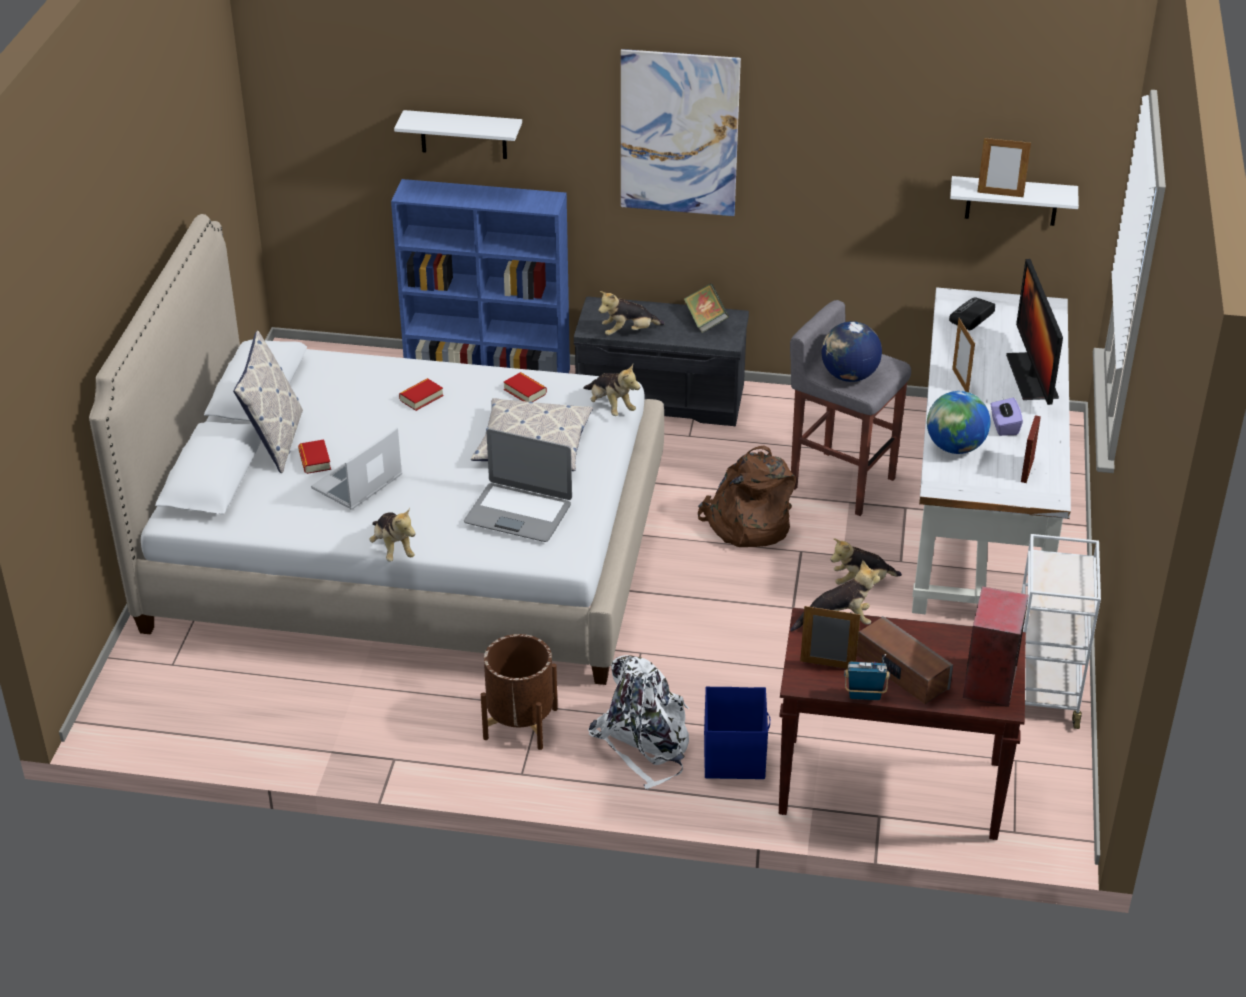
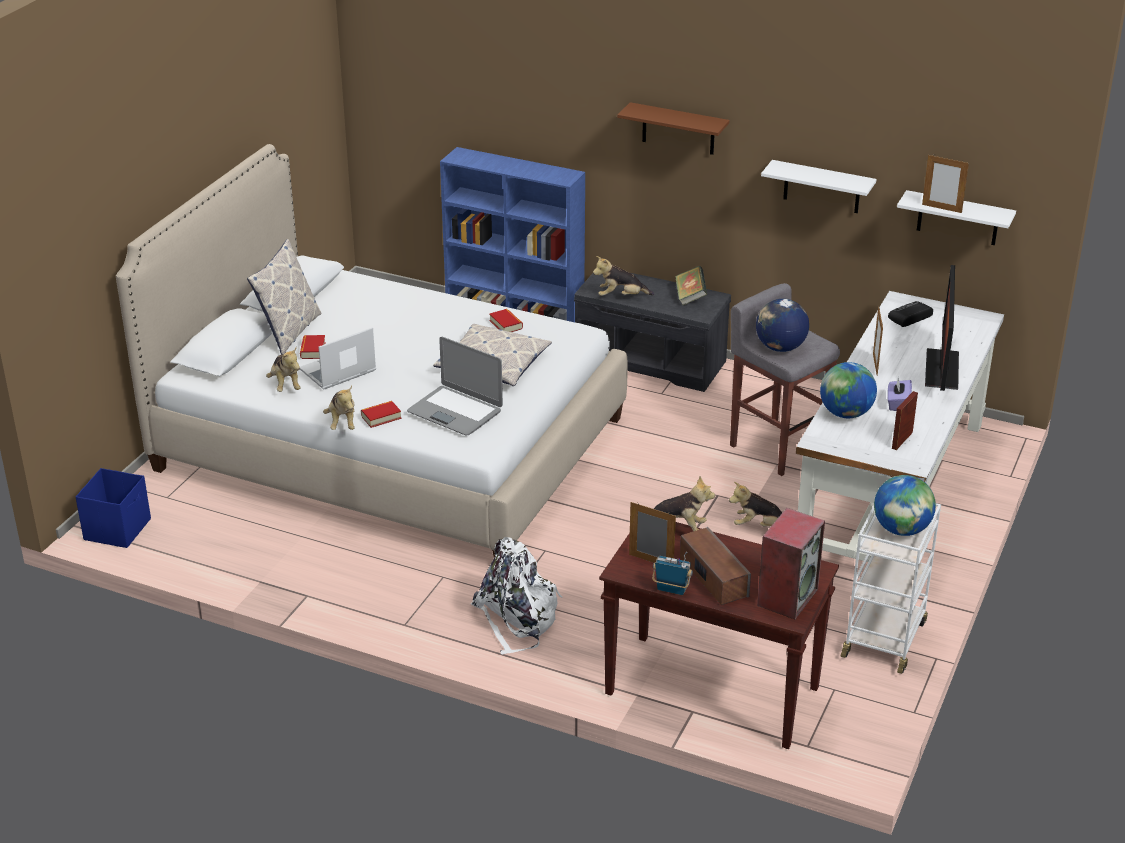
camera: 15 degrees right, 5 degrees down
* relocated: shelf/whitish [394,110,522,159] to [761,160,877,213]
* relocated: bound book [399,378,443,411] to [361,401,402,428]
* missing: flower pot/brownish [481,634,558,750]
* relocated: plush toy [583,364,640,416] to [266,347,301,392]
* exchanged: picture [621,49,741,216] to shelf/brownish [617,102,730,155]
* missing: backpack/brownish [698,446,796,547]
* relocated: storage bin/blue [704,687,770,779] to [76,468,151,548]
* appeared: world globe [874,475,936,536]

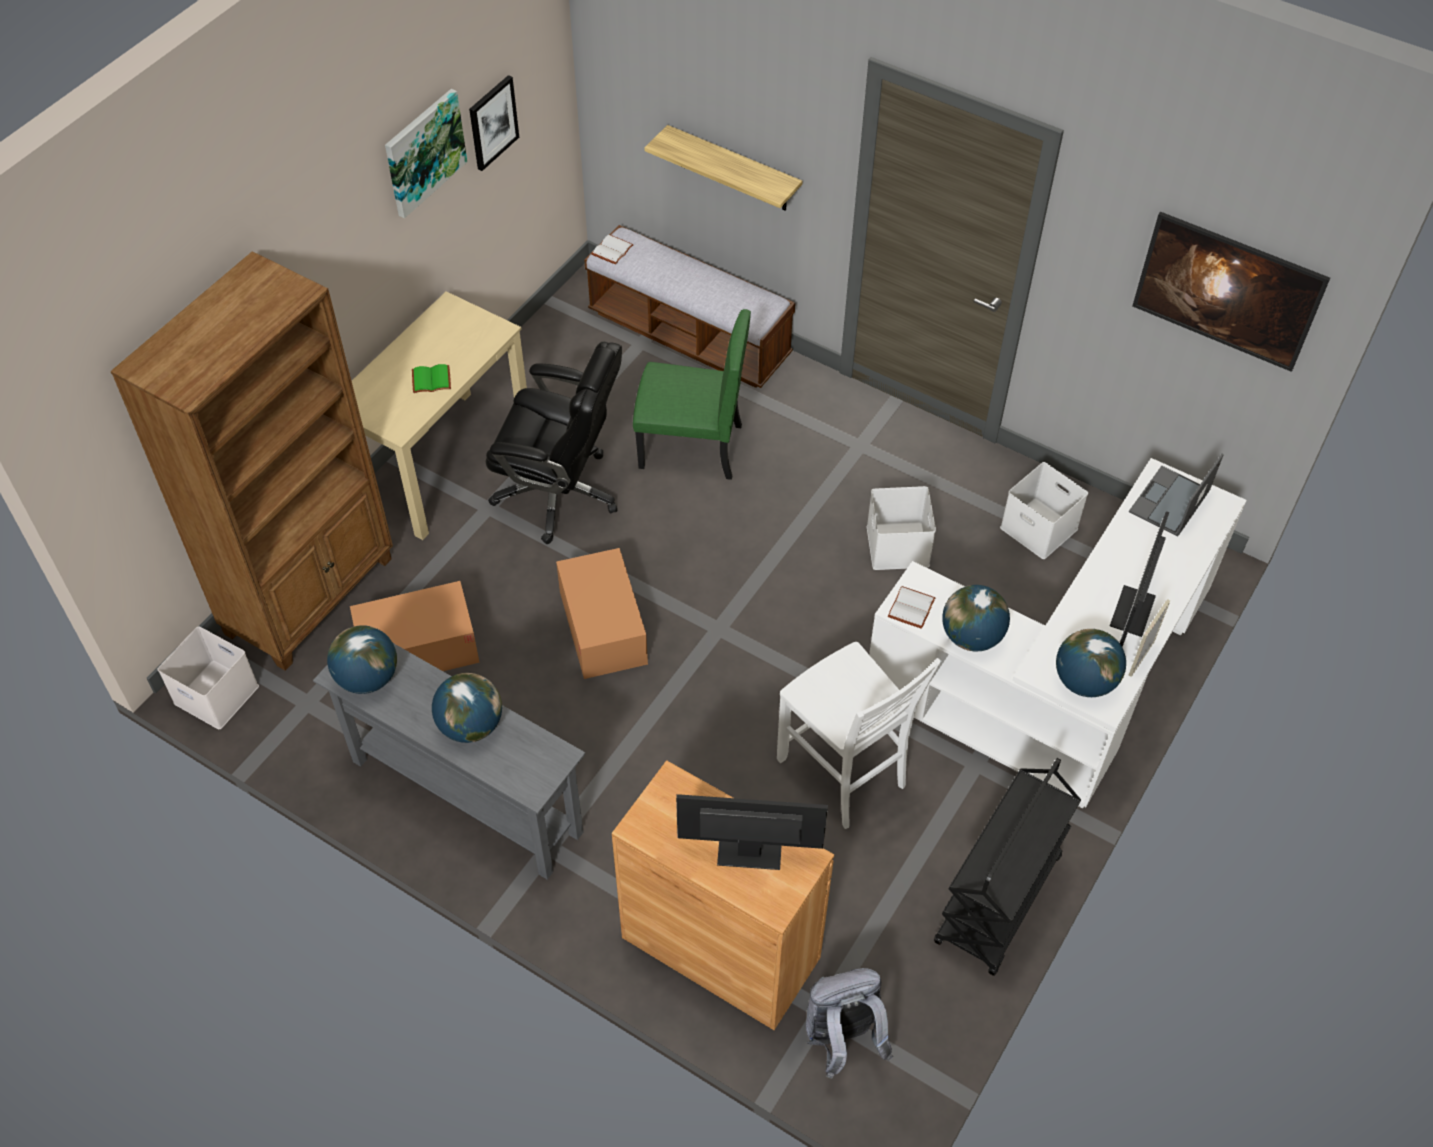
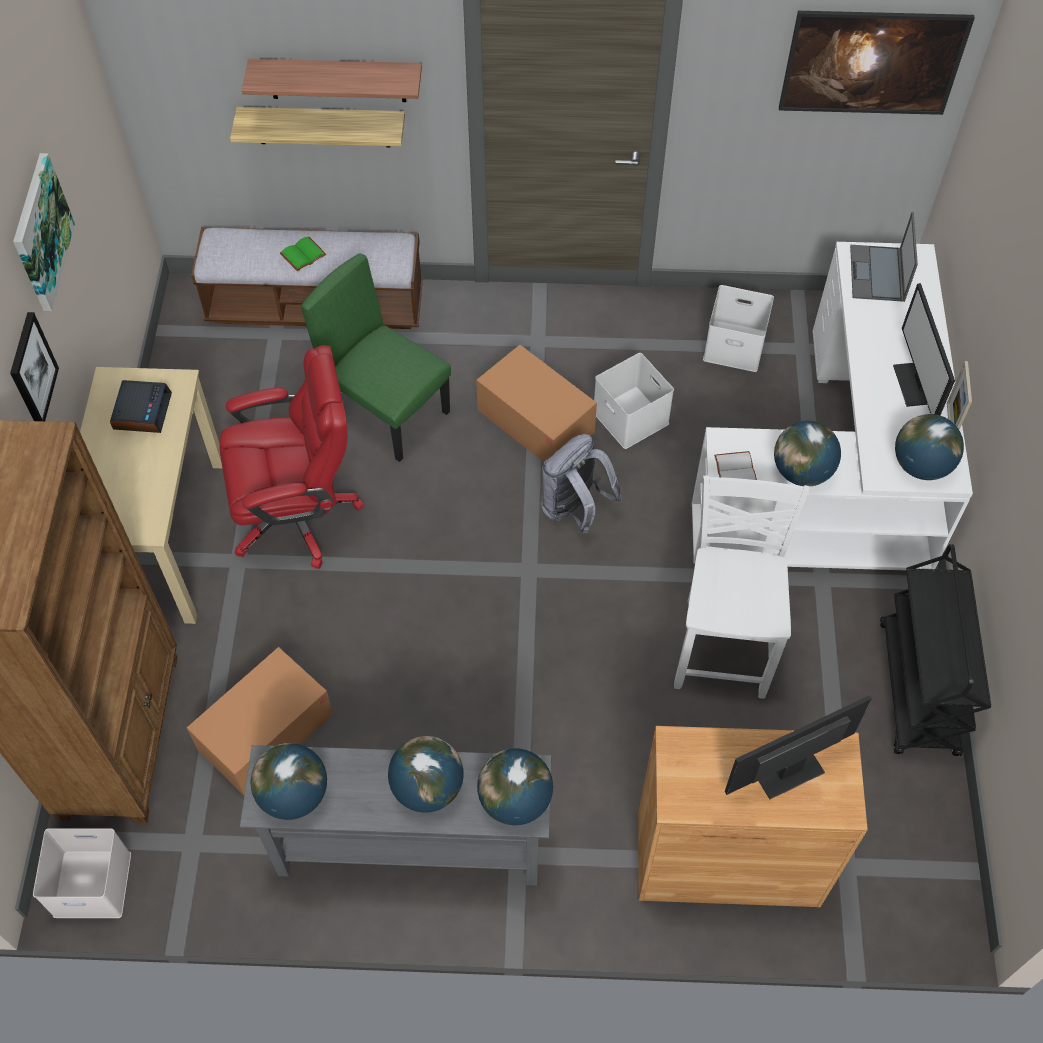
camera: 30 degrees left, 5 degrees up
* relocated: bound book/greenish [412,364,451,393] to [280,236,327,272]
* relocated: picture [469,75,519,171] to [10,312,59,421]
* colour: desk chair/black [486,342,622,544] to desk chair/reddish [220,345,364,569]
* relocated: carton [556,548,648,679] to [476,345,597,462]
* missing: bound book/whitish [591,235,634,265]
* spun: upright chair/greenish [633,309,751,480] = [301,253,451,462] 120 degrees counterclockwise
* spun: upright chair/whitish [777,642,942,829] = [674,475,810,699] 105 degrees counterclockwise
* relocated: backpack/greyish [806,968,893,1078] to [541,434,622,533]
* appeared: bedside clock [110,380,172,433]
* appeared: shelf [242,59,422,102]
* appeared: world globe [477,748,553,826]

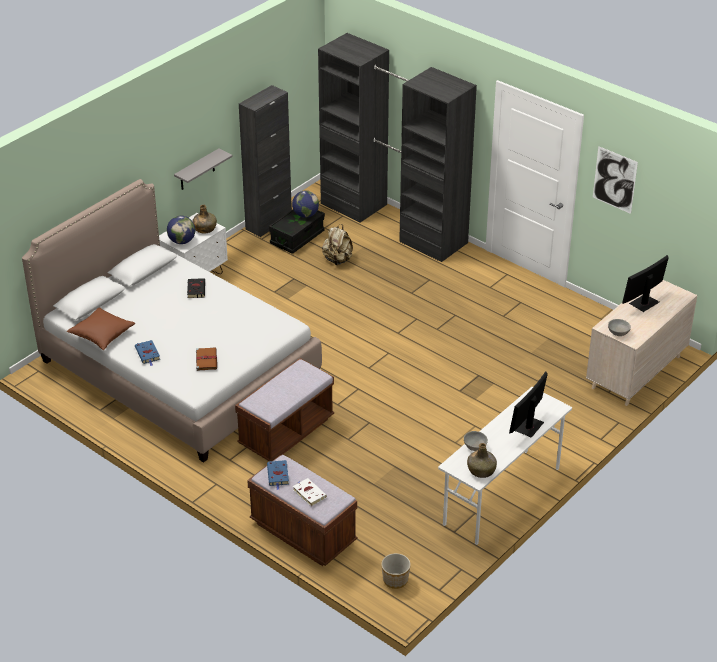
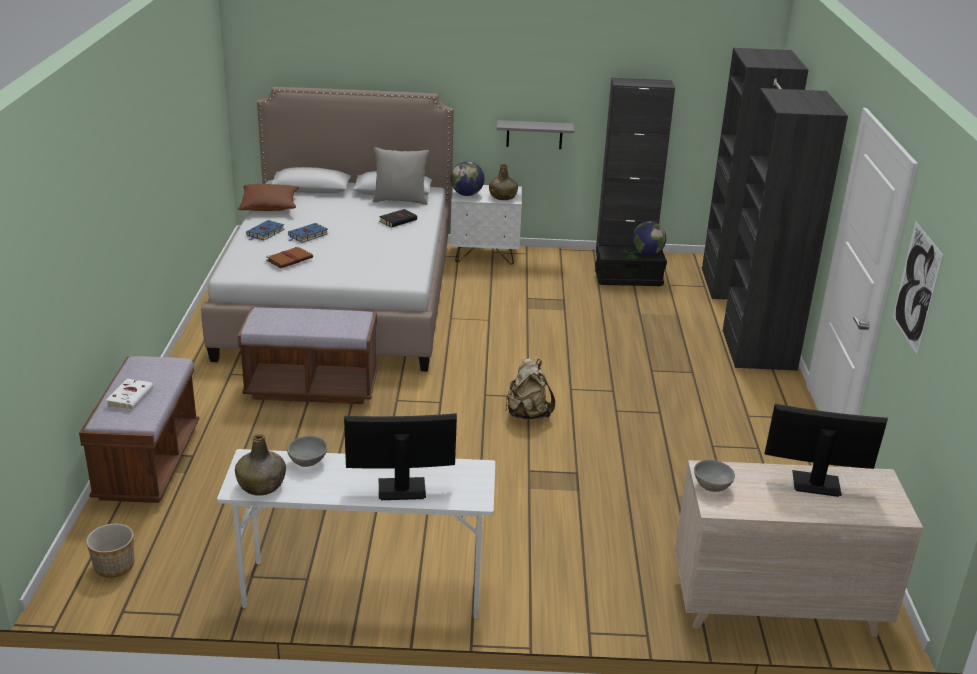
camera: 50 degrees right, 10 degrees down
* relocated: bound book/blue [267,460,289,490] to [288,223,328,243]
* relocated: backpack/sand-coloured [322,224,353,265] to [505,358,555,419]
* appeared: pillow/greyish [373,147,429,205]

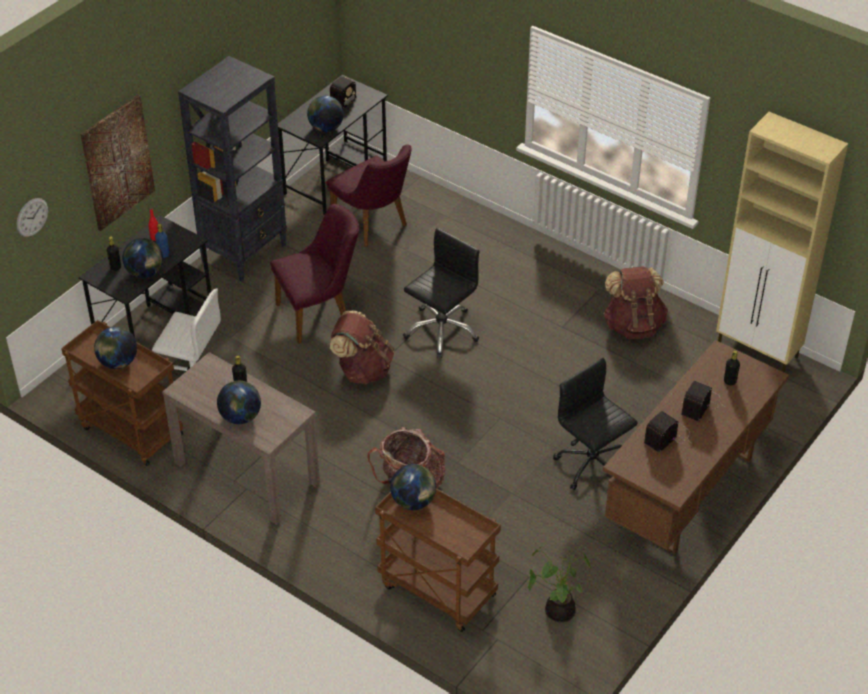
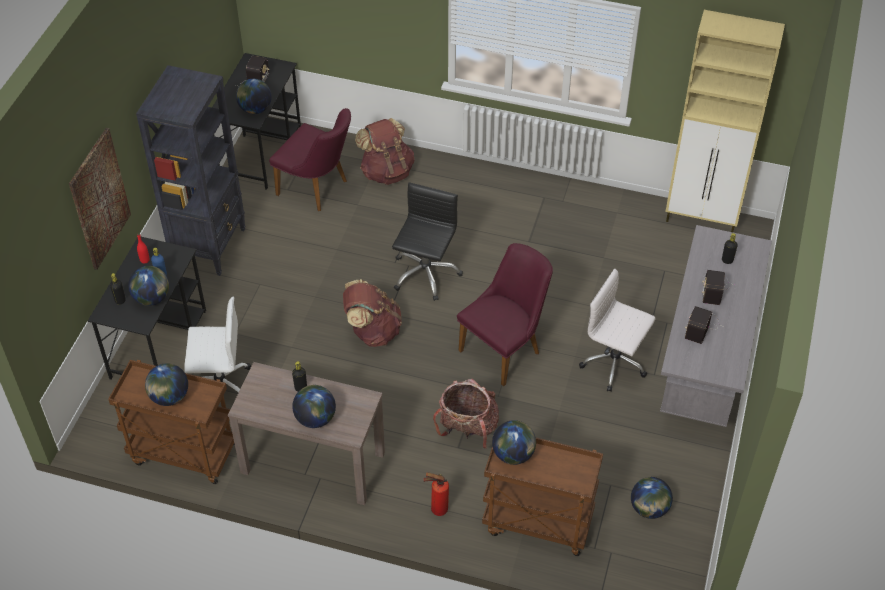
camera: 20 degrees left, 5 degrees up
* missing: wall clock [17,198,48,237]
* relocated: upright chair/purple [270,204,359,344] to [457,243,553,386]
* exchanged: potted plant [528,546,592,622] to world globe [631,477,673,519]
* colour: desk chair/black [553,357,637,490] to desk chair/whitish [579,268,656,392]
* relocated: backpack/brownish [603,266,668,339] to [355,118,415,185]
* colour: desk unit/brownish [603,340,789,554] to desk unit/greyish [660,225,772,427]
* appeared: extinguisher [424,472,449,516]

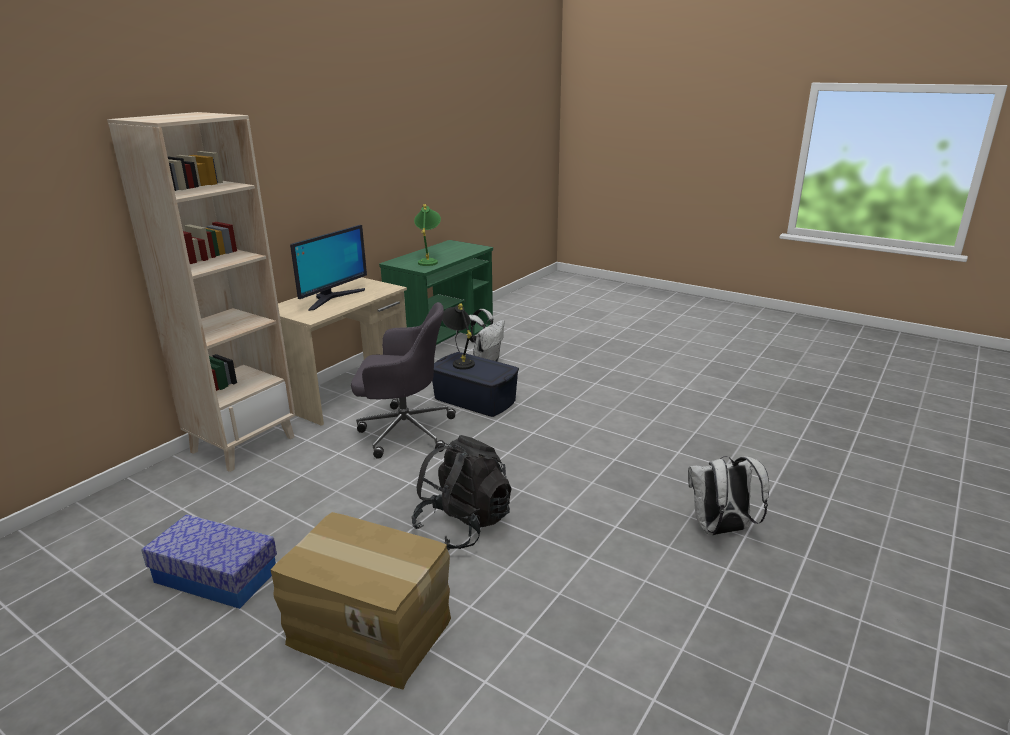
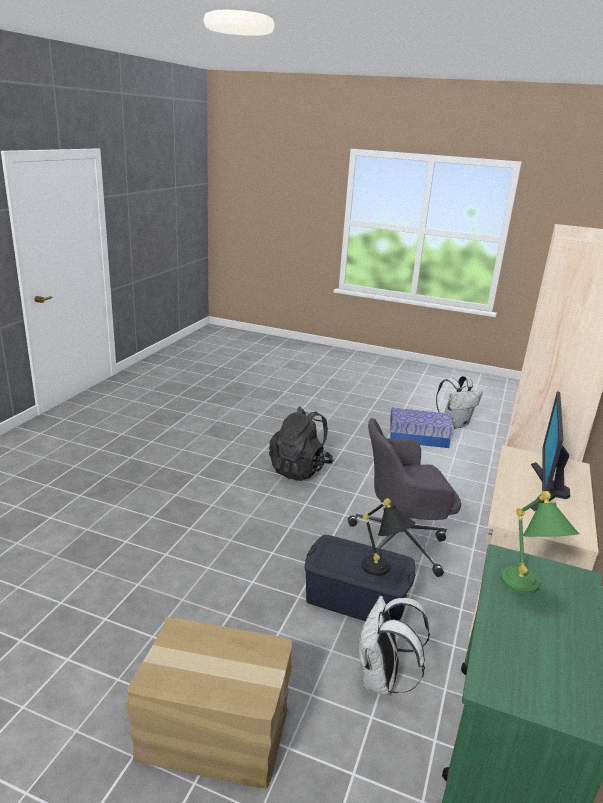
camera: 165 degrees right, 0 degrees up
* relocated: carton [271,512,451,689] to [126,617,292,789]
* relocated: backpack/whitish [688,456,769,535] to [436,376,483,429]

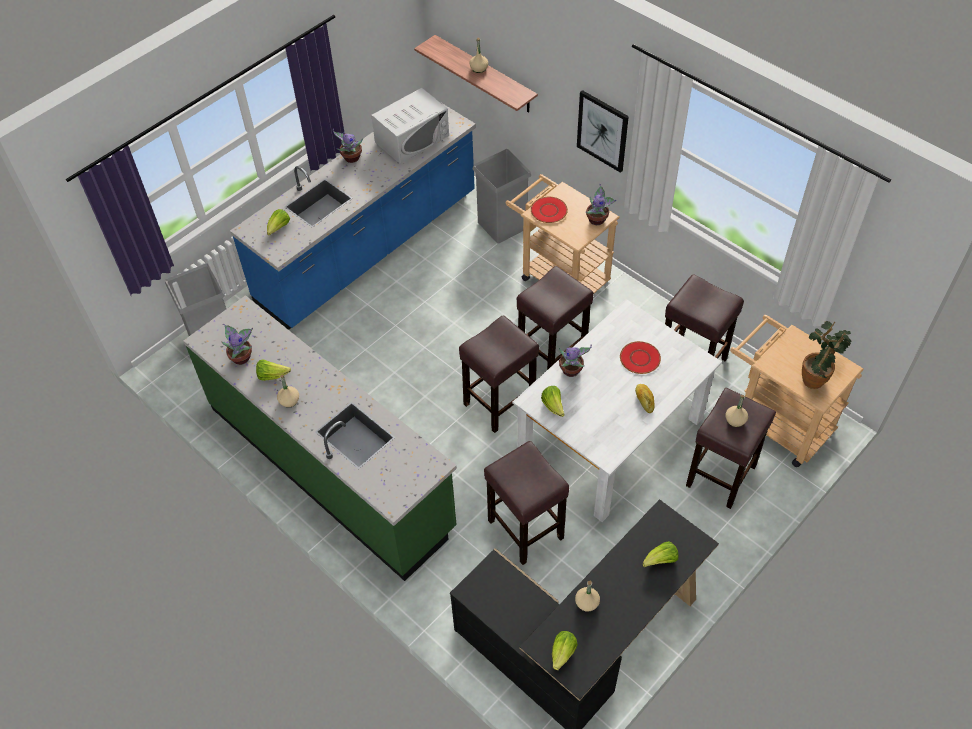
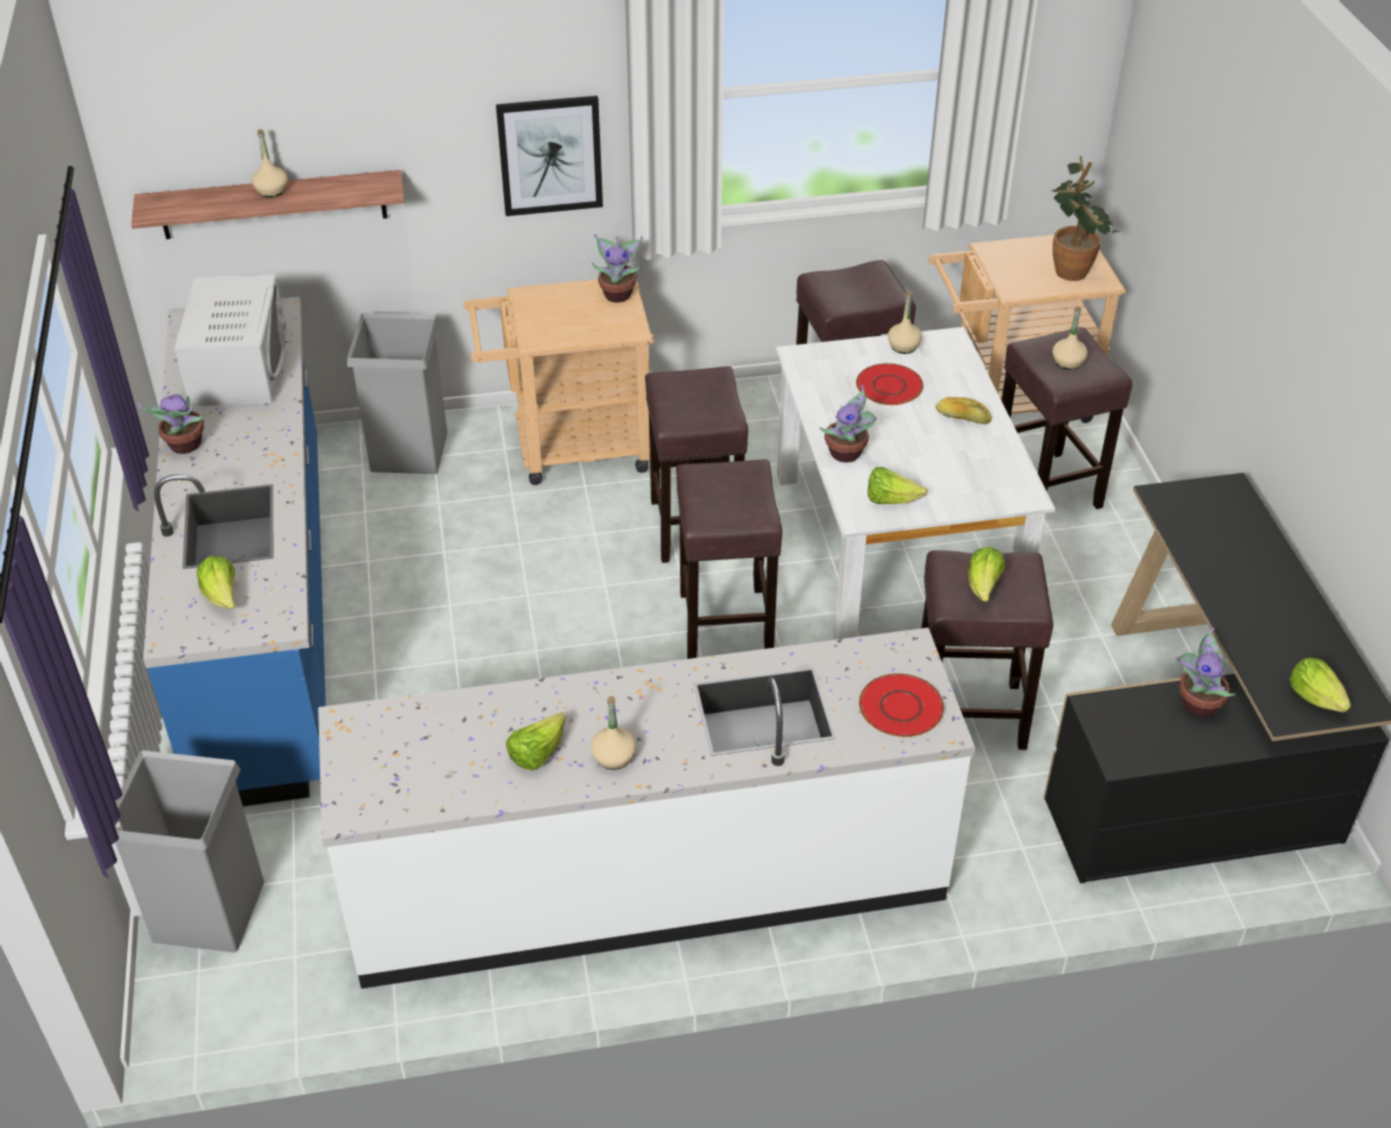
camera: 55 degrees left, 10 degrees down
* colour: counter/greenish [183,295,457,581] to counter/whitish [318,628,975,989]
* relocated: potted plant [221,324,253,365] to [1176,628,1236,717]
* relocated: flat dish/reddish [531,197,568,223] to [859,673,944,737]
* relocated: beverage bottle/sand-coloured [575,581,600,612] to [888,291,922,354]
* relocated: lettuce [643,541,678,567] to [968,547,1006,602]

